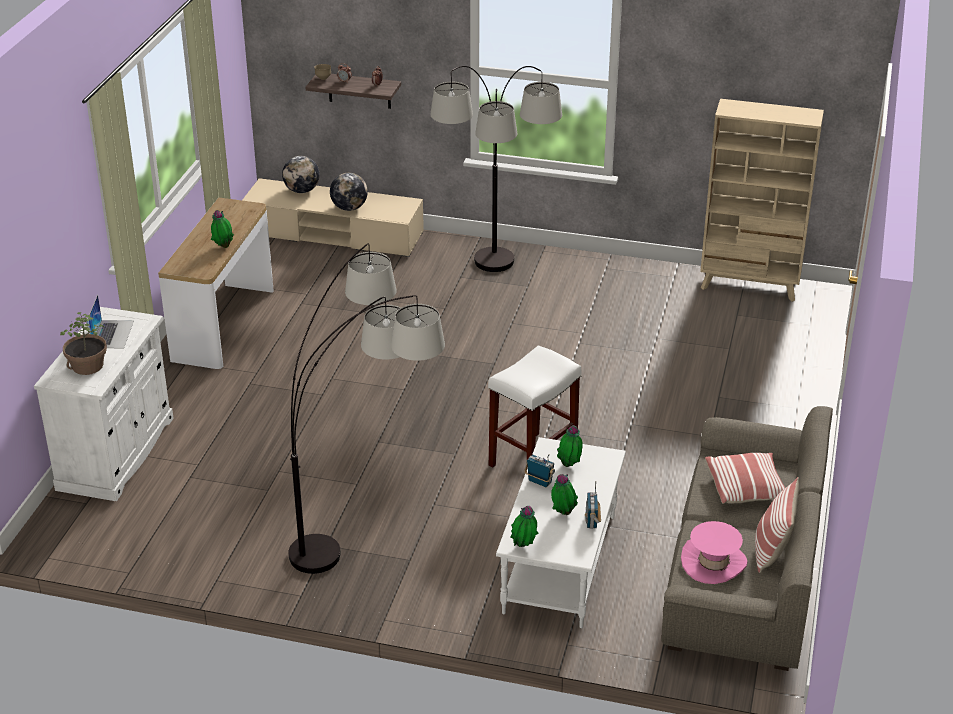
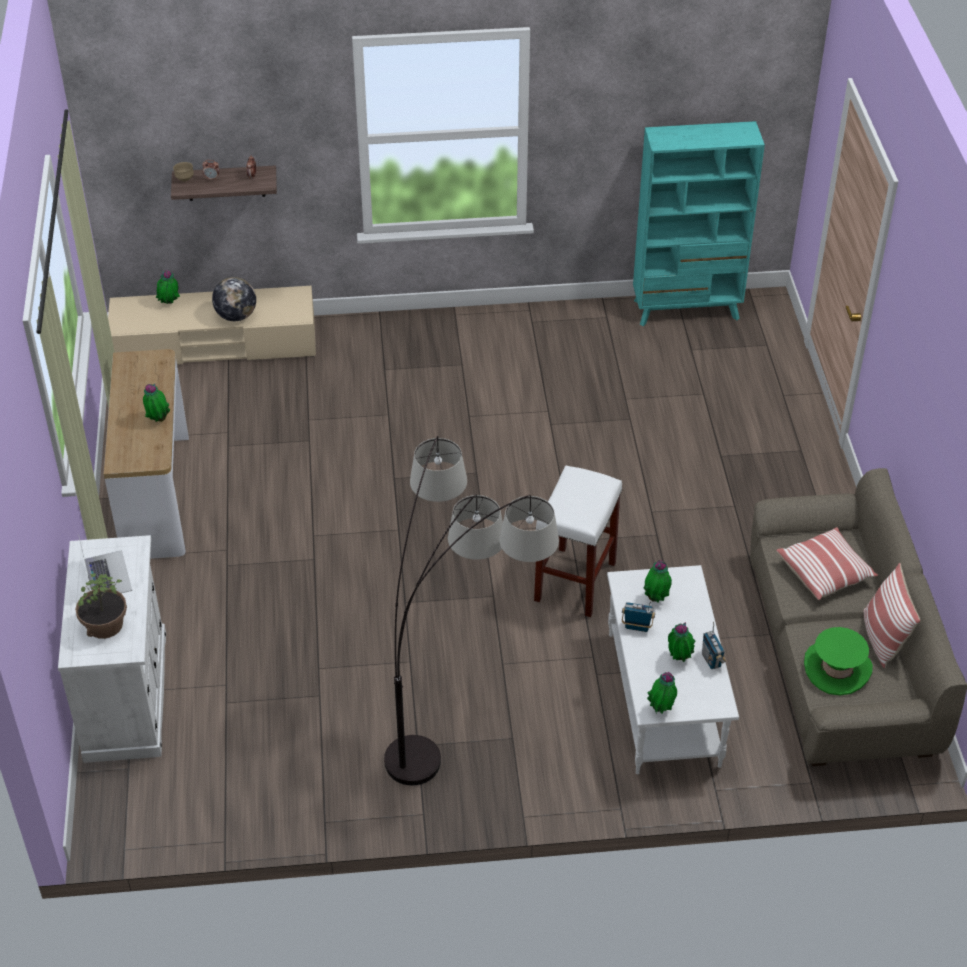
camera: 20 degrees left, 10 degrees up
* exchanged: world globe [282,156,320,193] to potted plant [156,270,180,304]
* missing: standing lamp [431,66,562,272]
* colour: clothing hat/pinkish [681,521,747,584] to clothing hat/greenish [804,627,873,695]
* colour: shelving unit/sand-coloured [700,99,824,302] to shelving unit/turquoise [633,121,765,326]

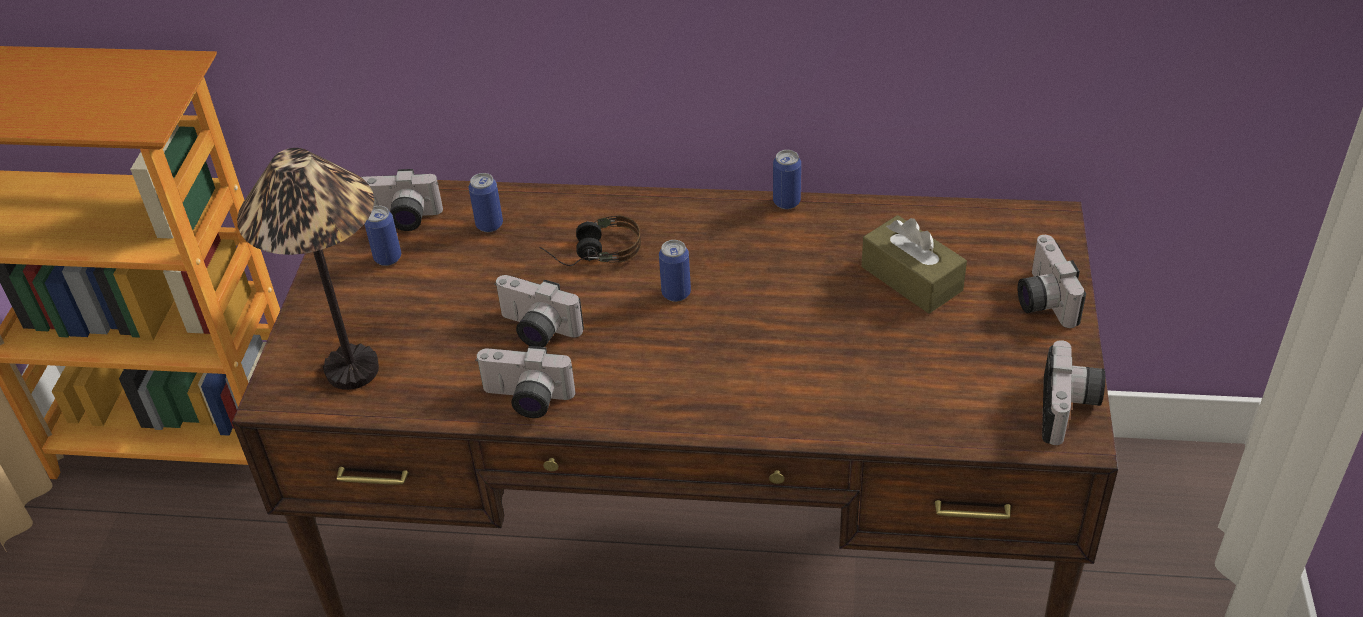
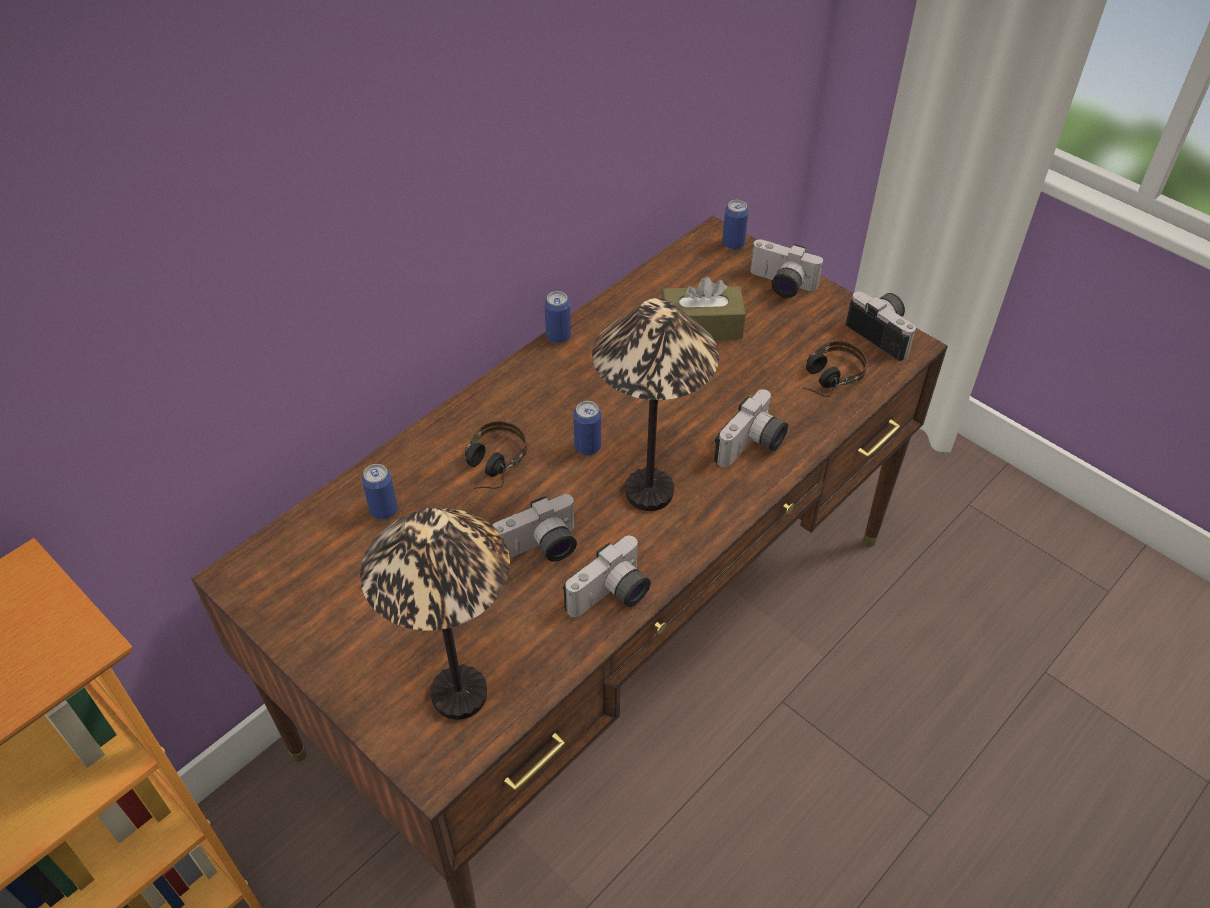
camera: 55 degrees left, 5 degrees up
* relocated: still camera [361,169,443,231] to [714,389,788,467]
* relocated: can [364,206,401,266] to [722,200,749,250]
* appeared: lamp for a table [592,298,719,511]
* appeared: headphones [803,341,867,397]

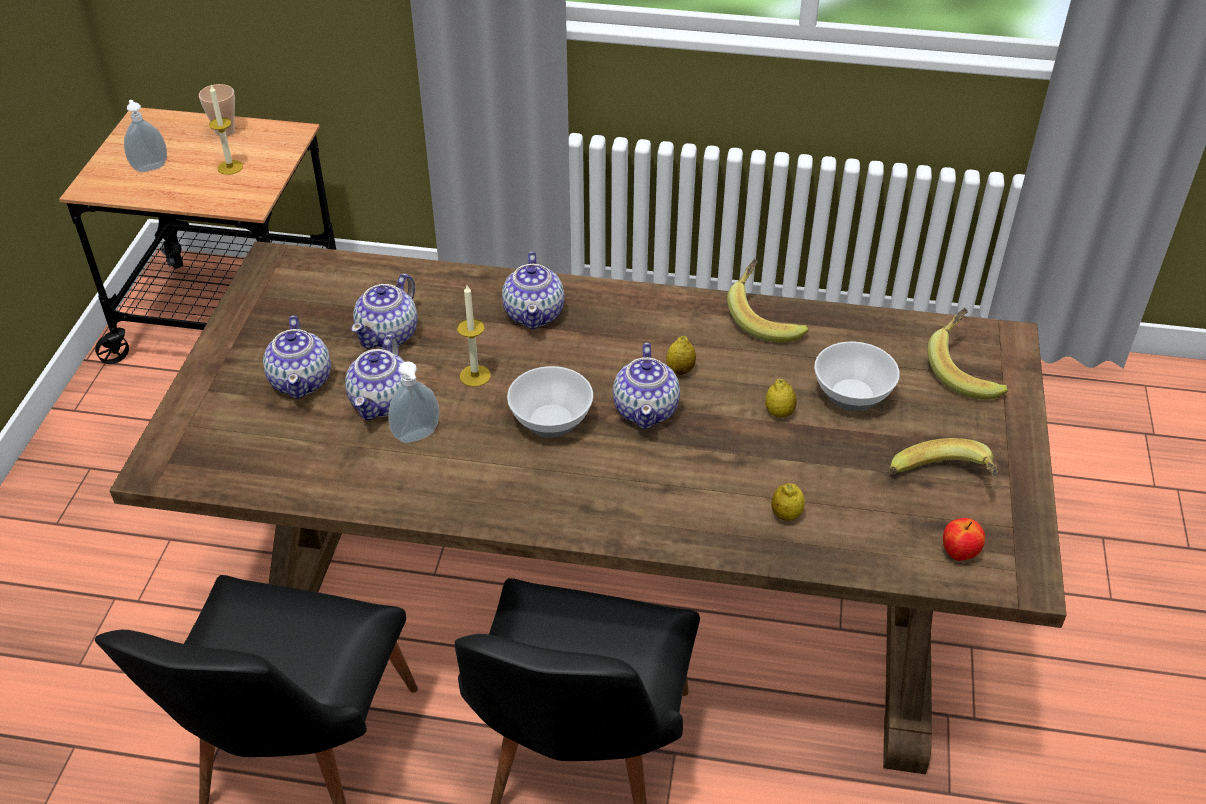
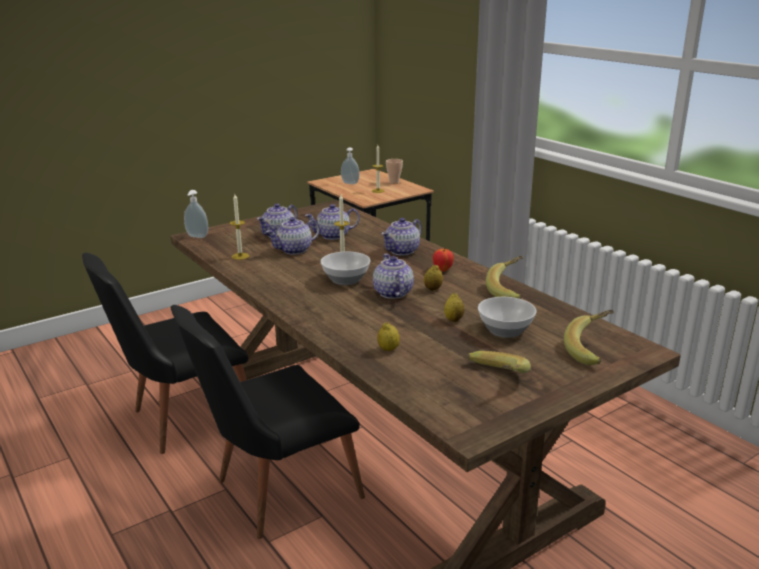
camera: 45 degrees right, 20 degrees down
* relocated: soap bottle [388,361,439,443] to [184,190,208,238]
* spun: pot for tea [613,343,680,429] = [373,254,414,299] 120 degrees clockwise
* relocated: whole apple [943,518,985,561] to [433,249,454,272]
* appeared: wax light [230,194,249,260]

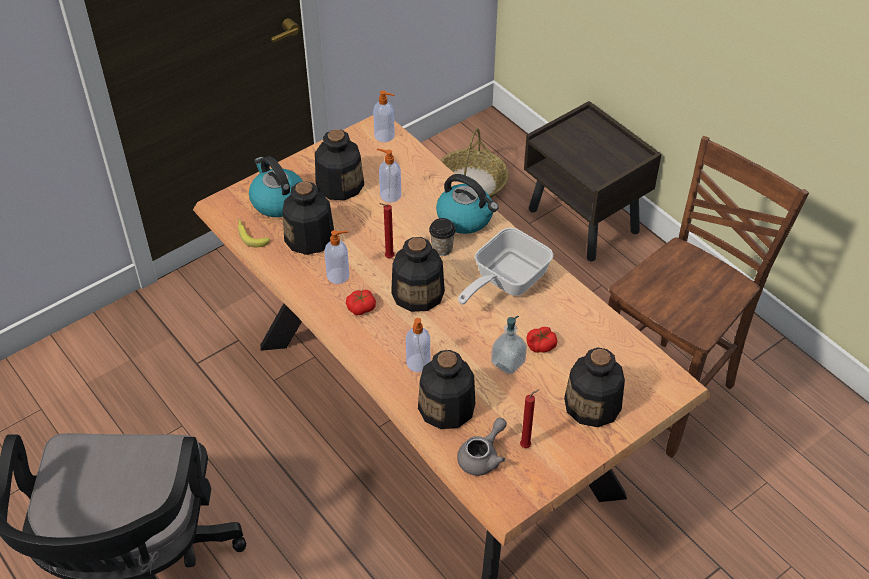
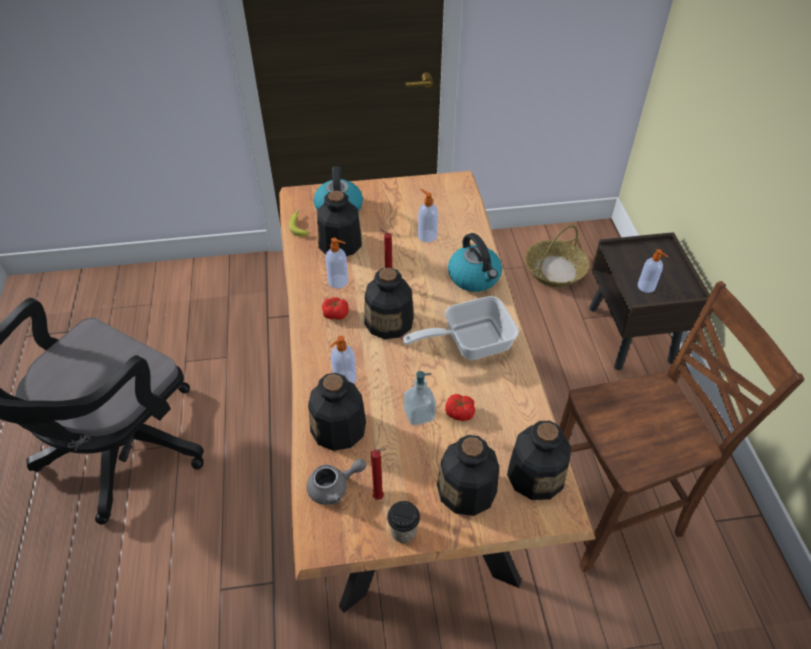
camera: 30 degrees right, 0 degrees up
* relocated: beverage bottle [315,129,364,200] to [507,421,572,500]
* relocated: soap bottle [373,90,395,142] to [638,249,668,293]
* relocated: drinking cup [429,218,456,256] to [387,501,420,543]

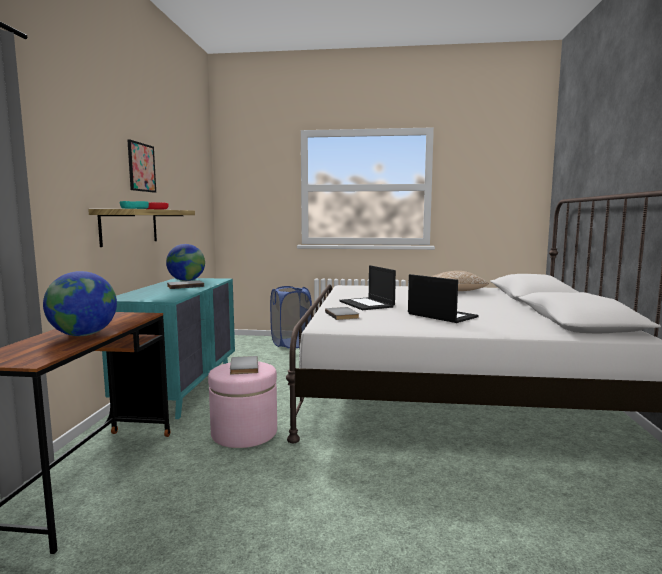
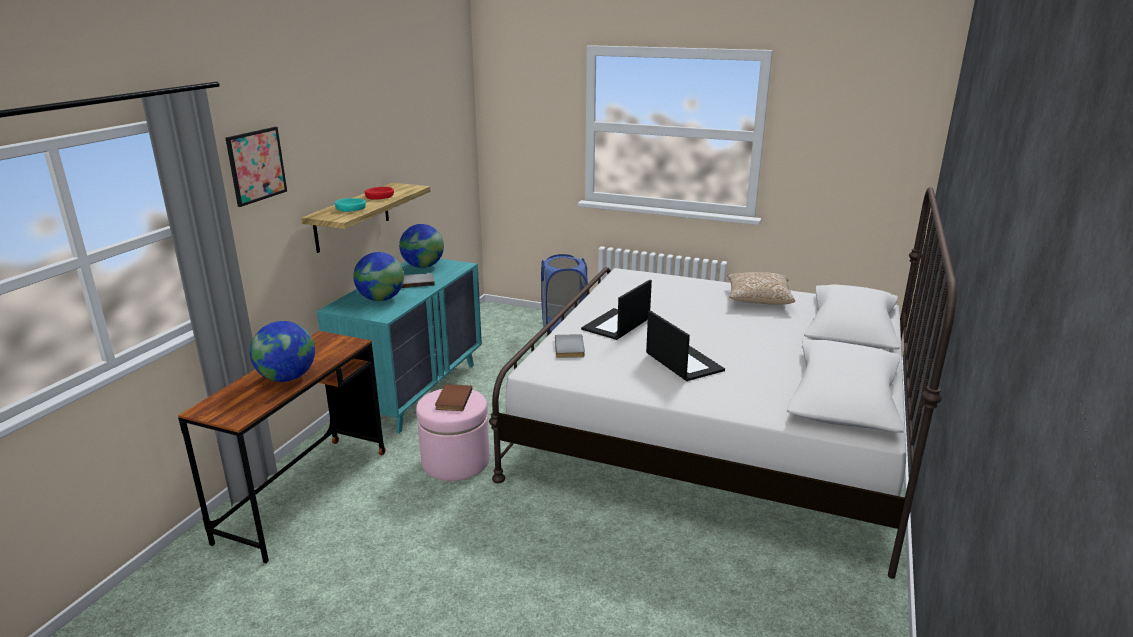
camera: 15 degrees right, 15 degrees up
* relocated: picture [127,139,156,193] to [226,127,287,207]
* colour: bound book/greyish [230,356,258,374] to bound book/brownish [435,384,472,411]
* spun: portable computer [339,265,396,310] = [581,280,652,340] 45 degrees clockwise
* appeared: world globe [353,252,404,301]

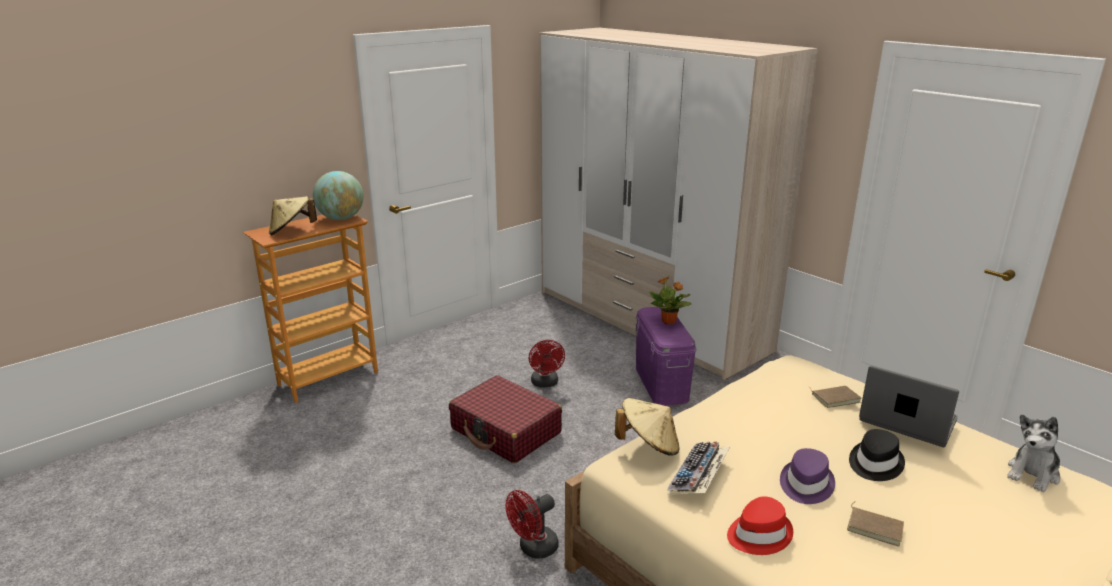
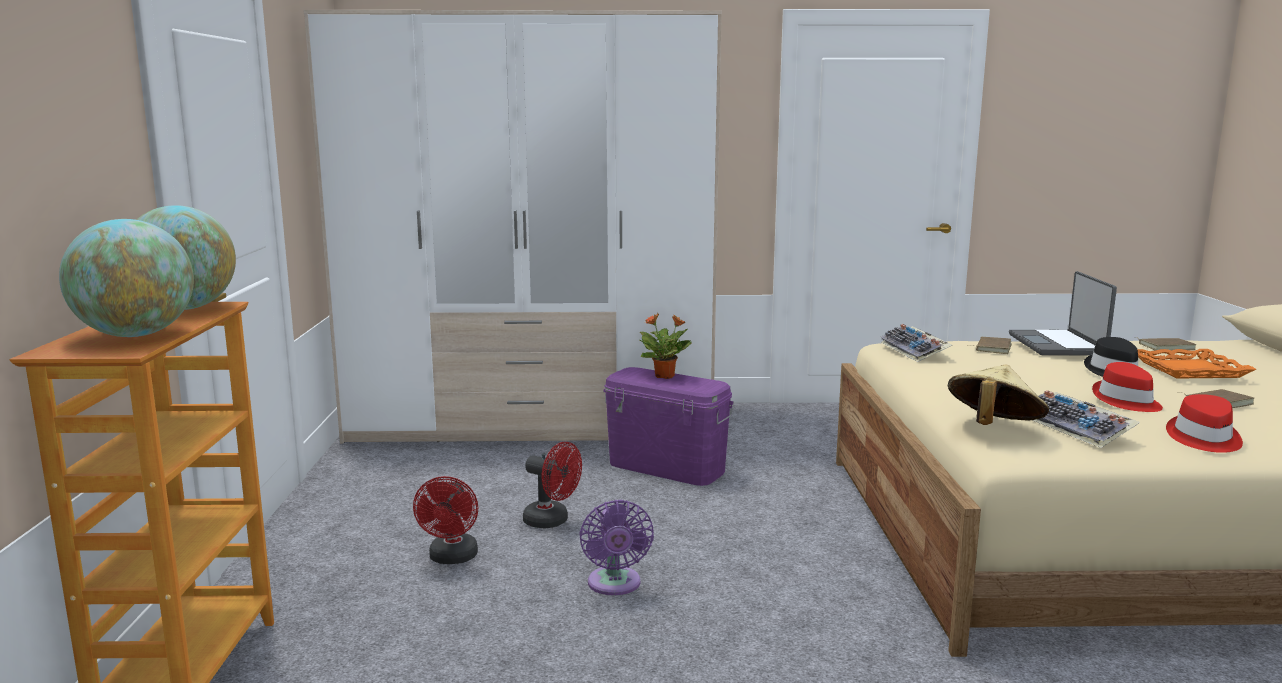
camera: 50 degrees left, 10 degrees down
* exchanged: clothing hat/sand-coloured [269,196,317,235] to world globe [59,219,194,337]
* exchanged: piece of luggage/reddish [449,375,562,463] to electric fan/purple [579,500,654,596]
* relocated: electric fan/reddish [506,490,558,559] to [413,476,478,564]
* colour: clothing hat/purple [780,448,835,504] to clothing hat/reddish [1092,362,1163,412]
* spun: portable computer [859,365,959,447] = [1009,271,1117,356] 75 degrees counterclockwise
* exchanged: plush toy [1007,414,1060,492] to bound book/brownish [1136,337,1197,351]
* appeared: keyboard [881,324,952,362]
* appeared: tray/orange-coloured [1137,349,1257,379]

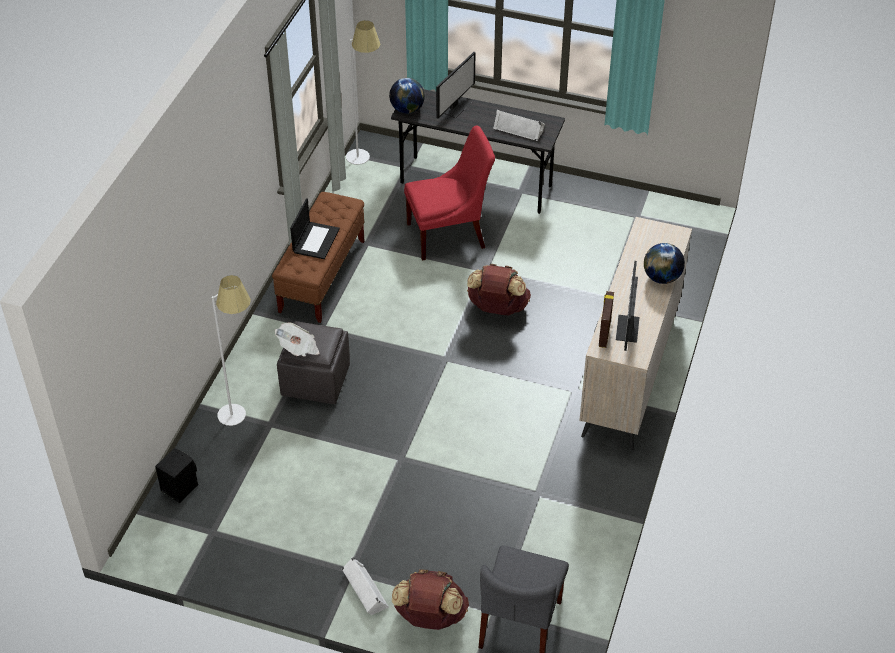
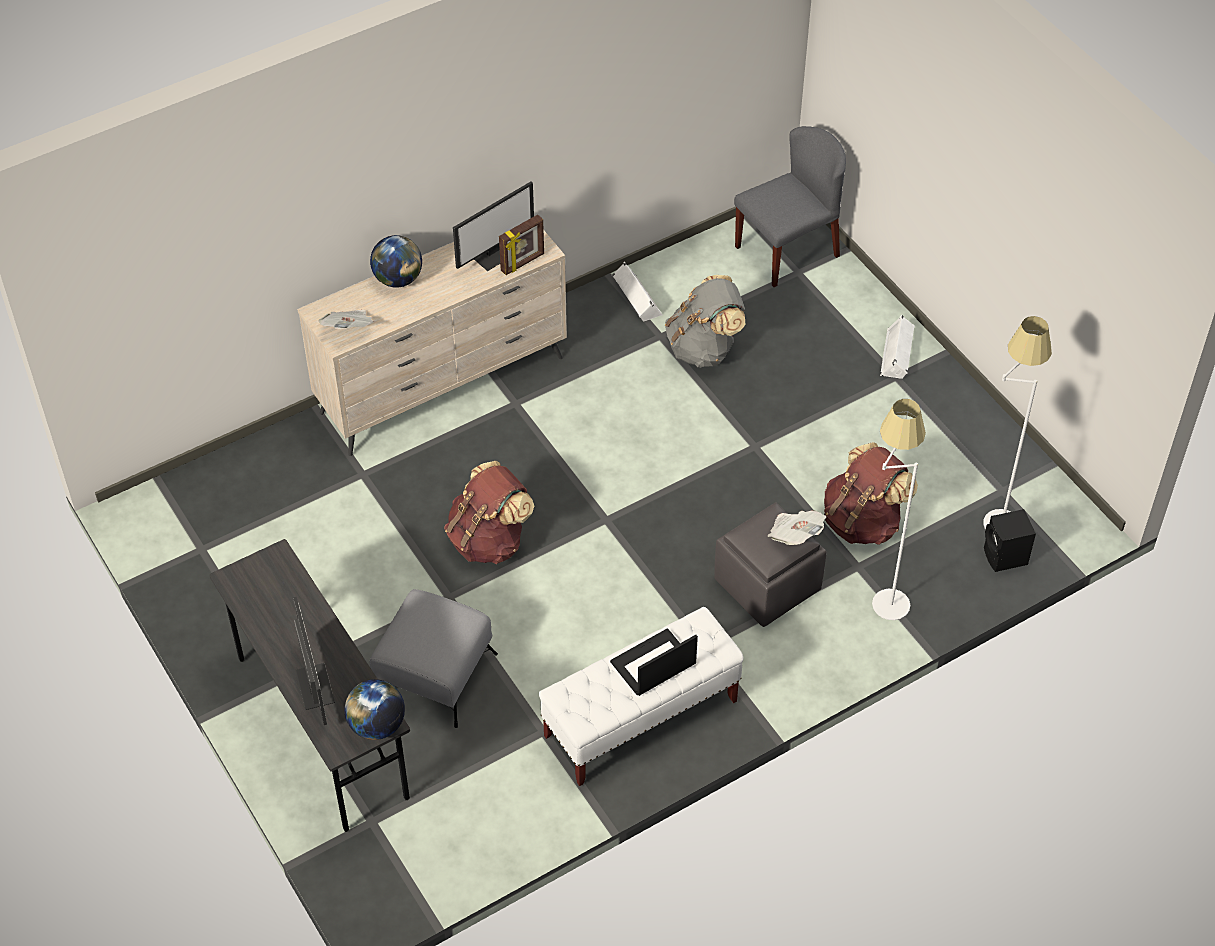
camera: 140 degrees left, 5 degrees up
* colour: indoor bench/brownish [272,192,365,323] to indoor bench/whitish [539,607,744,786]
* relocated: standing lamp/whitish [346,20,380,165] to [983,316,1052,530]
* relocated: backpack/brownish [392,569,469,630] to [824,442,918,545]
* exchanged: upright chair/reddish [404,126,495,261] to footrest/greyish [370,589,498,728]
* spun: computer screen [436,52,476,118] = [293,597,335,725] 90 degrees clockwise
* relocated: loudspeaker/whitish [493,110,545,141] to [612,262,663,322]
* appeared: daily paper [319,309,374,329]
* appeared: backpack/greyish [665,275,746,368]

